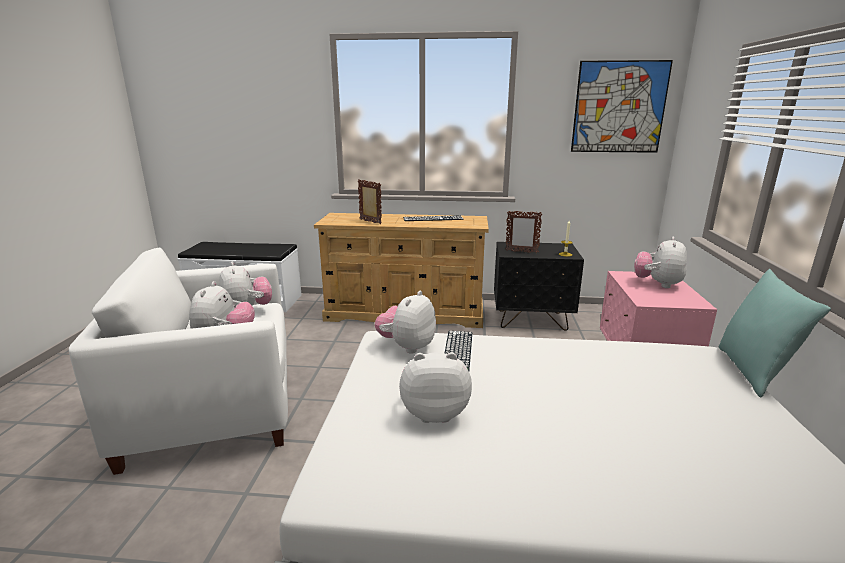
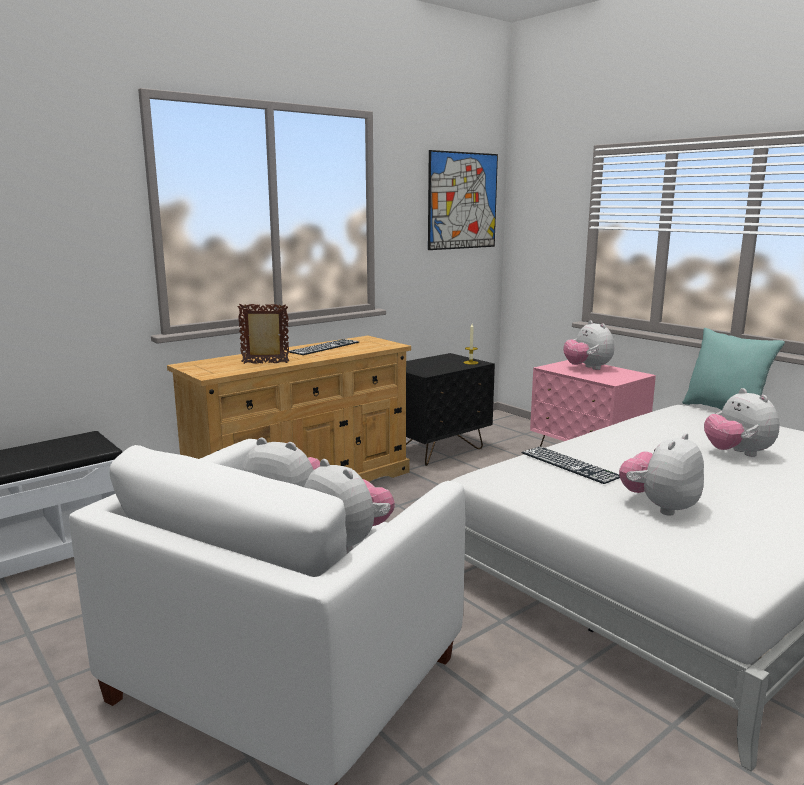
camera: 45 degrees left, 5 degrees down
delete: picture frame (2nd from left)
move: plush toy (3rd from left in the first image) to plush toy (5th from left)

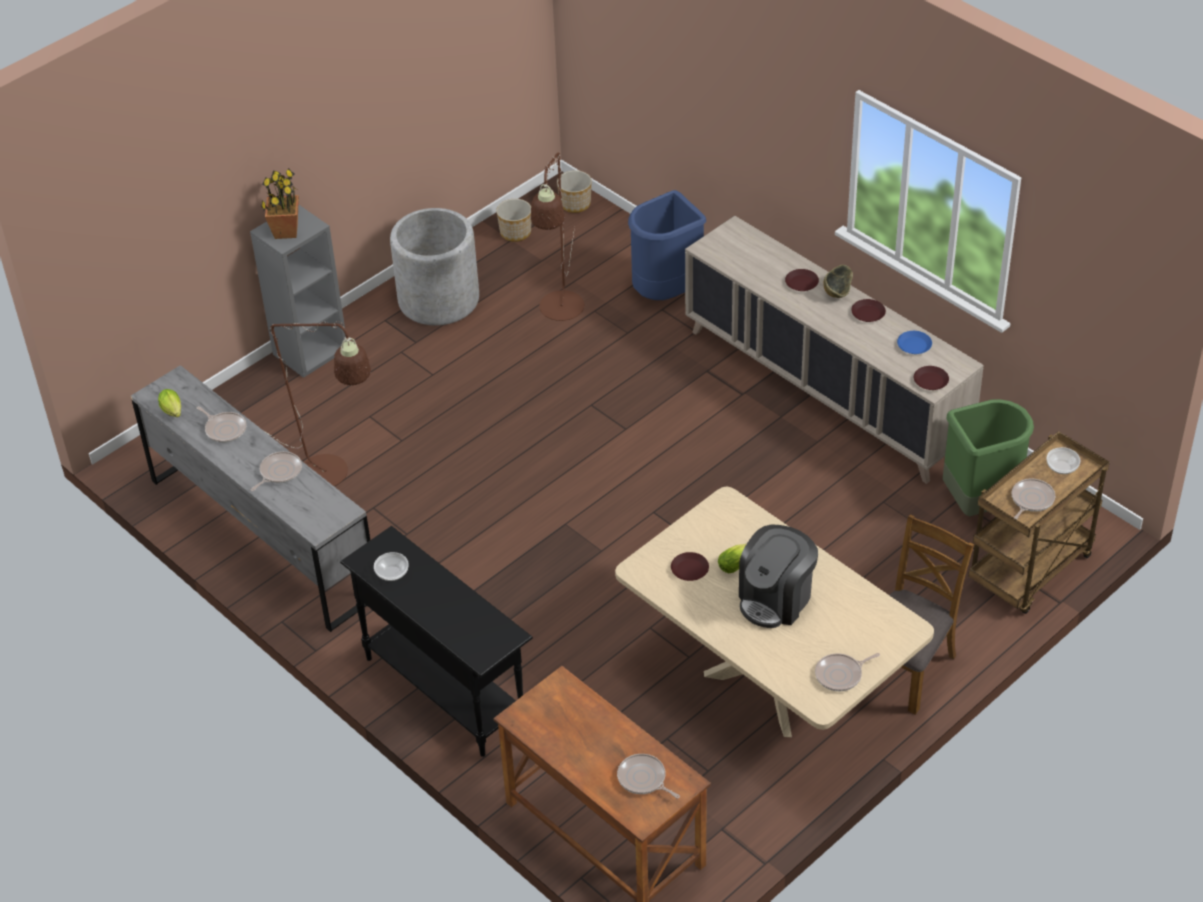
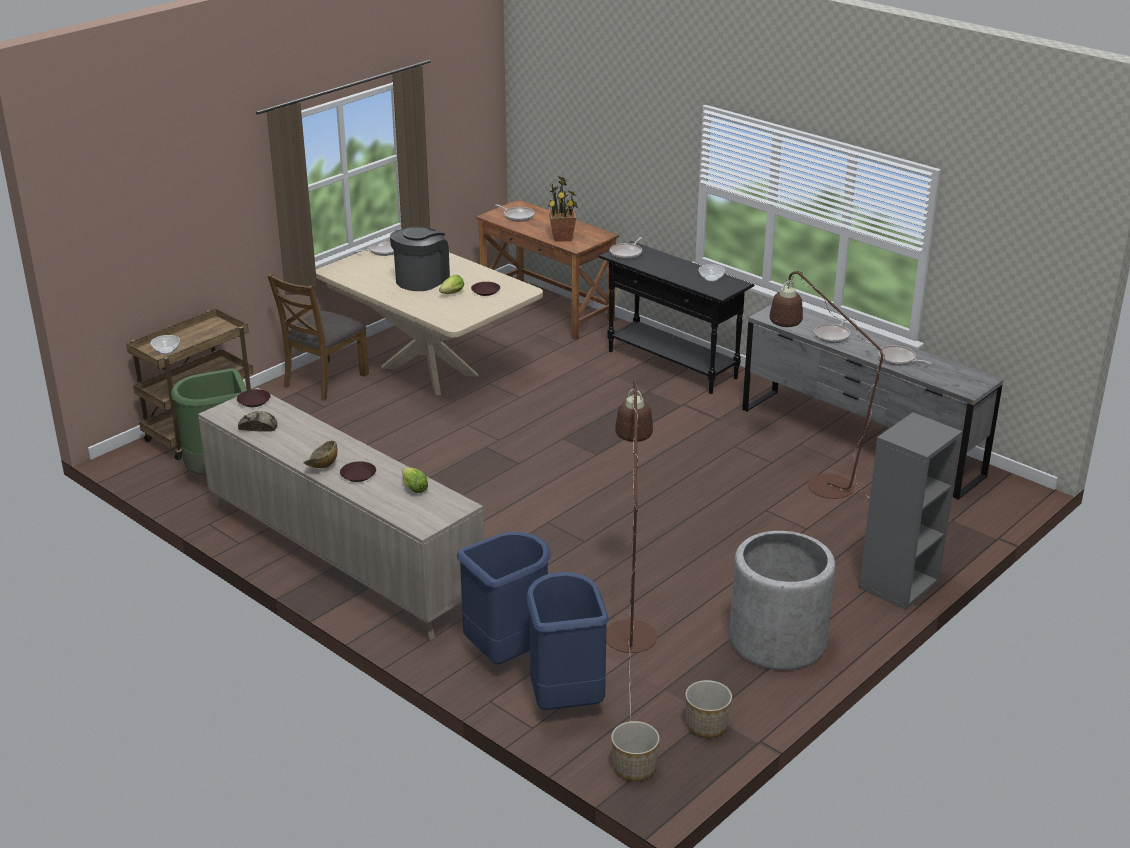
camera: 175 degrees right, 15 degrees down
delete: plate (brown) (3rd from left)
insert: trash can (blue) (2nd from left)
move: lettuce (1st from left); potted plant; frying pan (5th from left in the first image) to frying pan (3rd from left)
replace: plate (blue) to bread

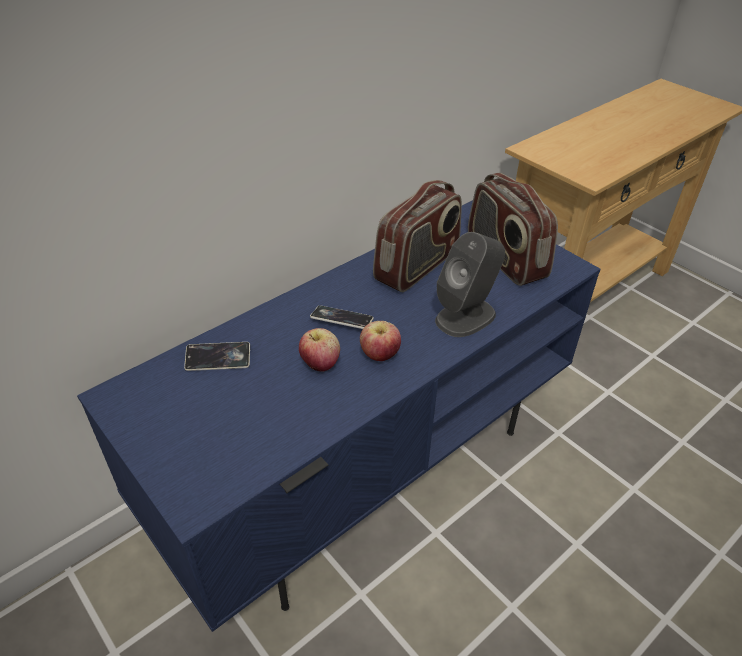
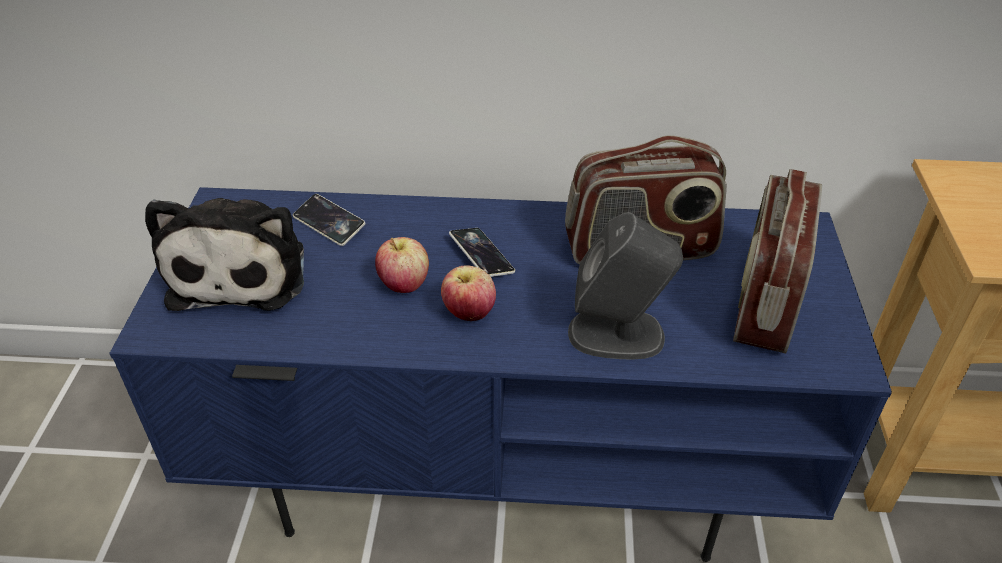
camera: 45 degrees right, 0 degrees up
insert: plush toy

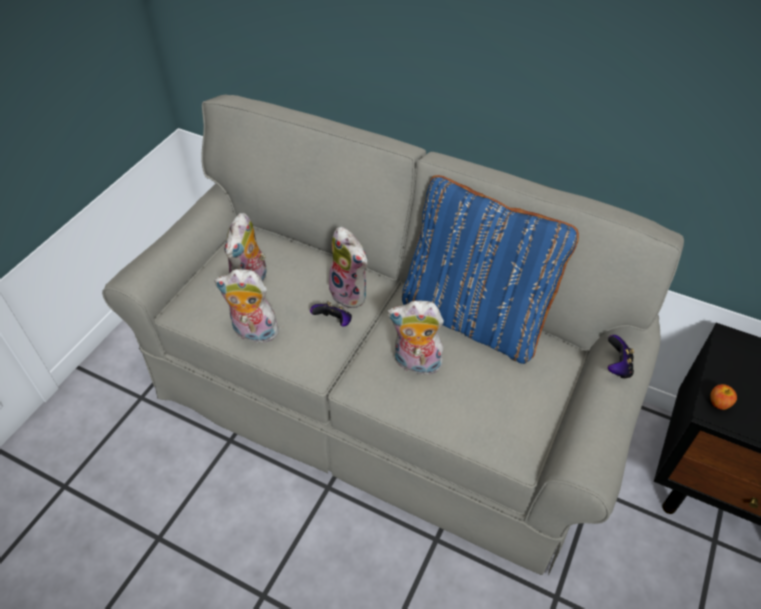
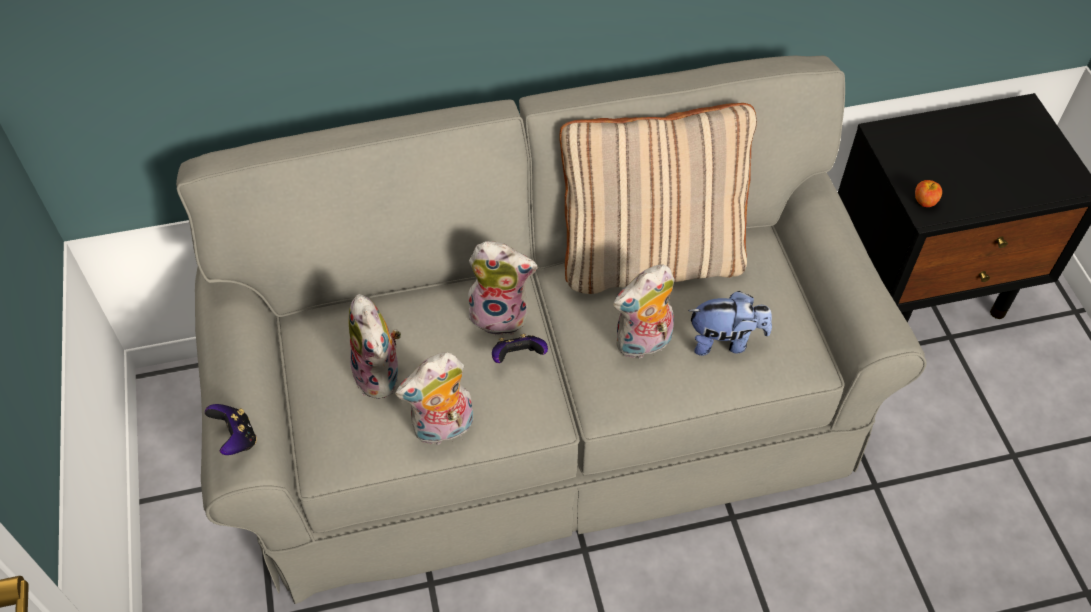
camera: 40 degrees left, 5 degrees up
insert: plush toy (5th from left)
move: game controller (2nd from left in the first image) to game controller (1st from left)
recolor: pillow (blue) to pillow (beige)

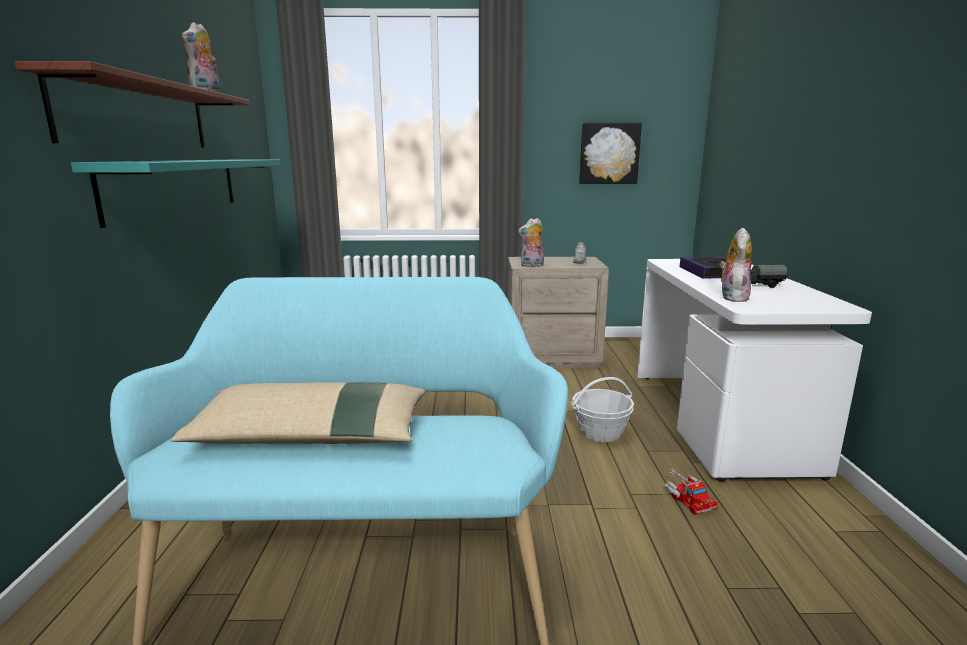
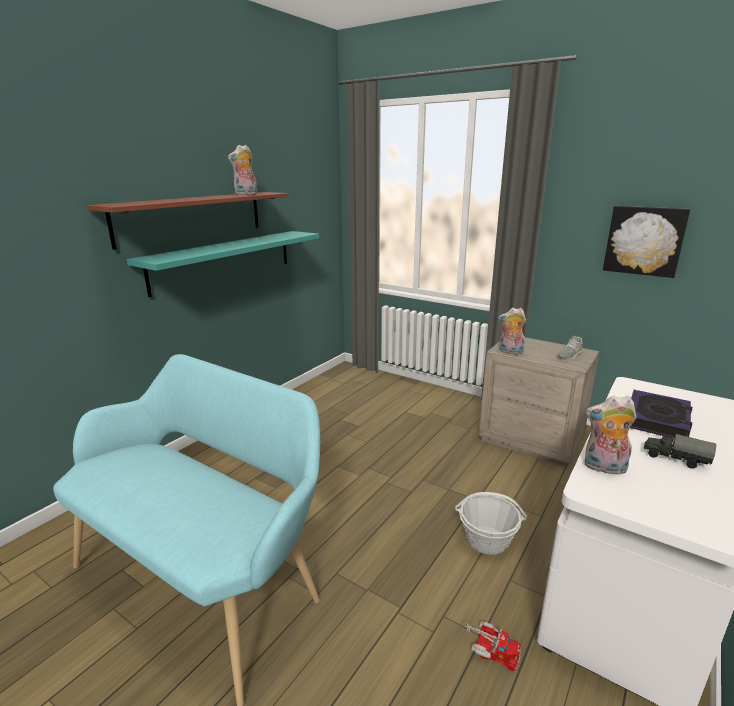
camera: 35 degrees right, 5 degrees up
delete: pillow (beige)
rotate: toy truck (1st from left) 75 degrees counterclockwise; plush toy (3rd from left) 135 degrees counterclockwise

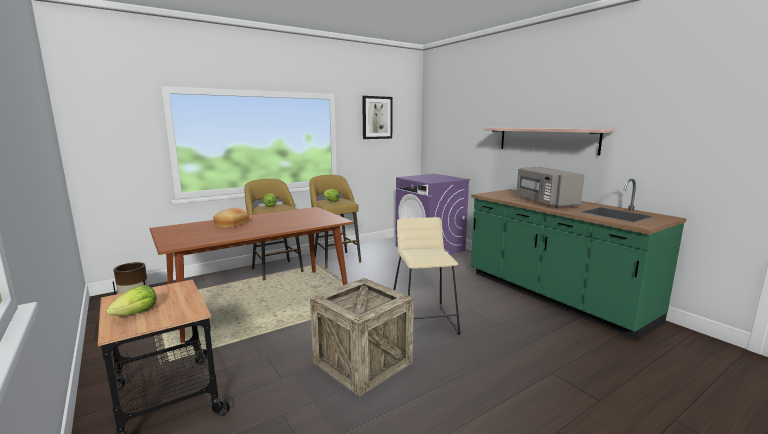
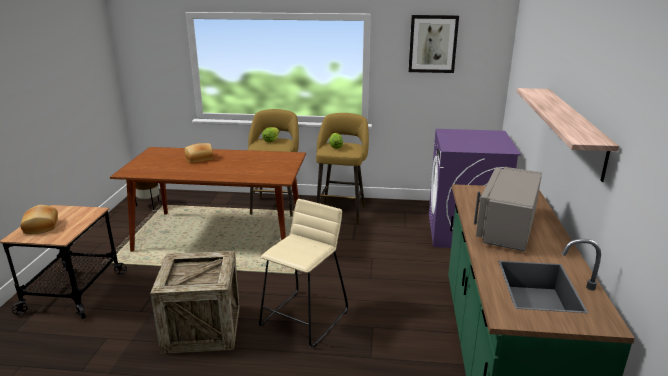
camera: 40 degrees right, 10 degrees up
replace: lettuce (1st from left) to bread (1st from left)

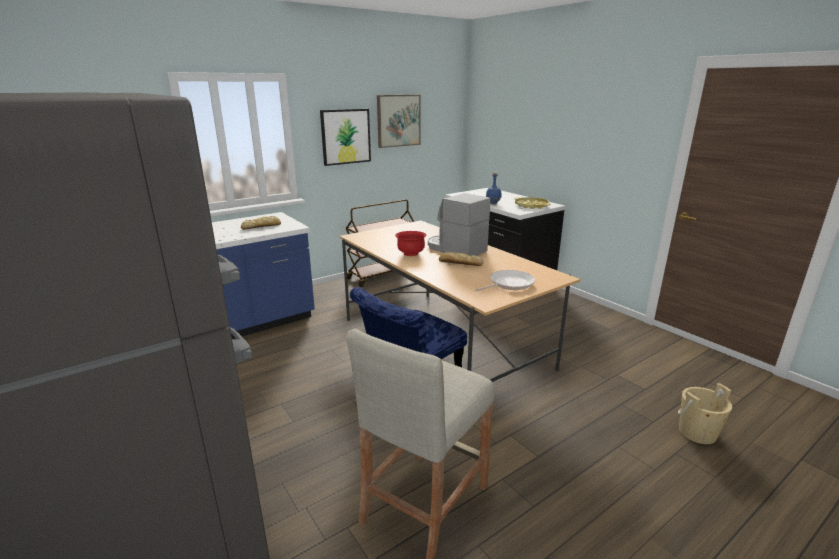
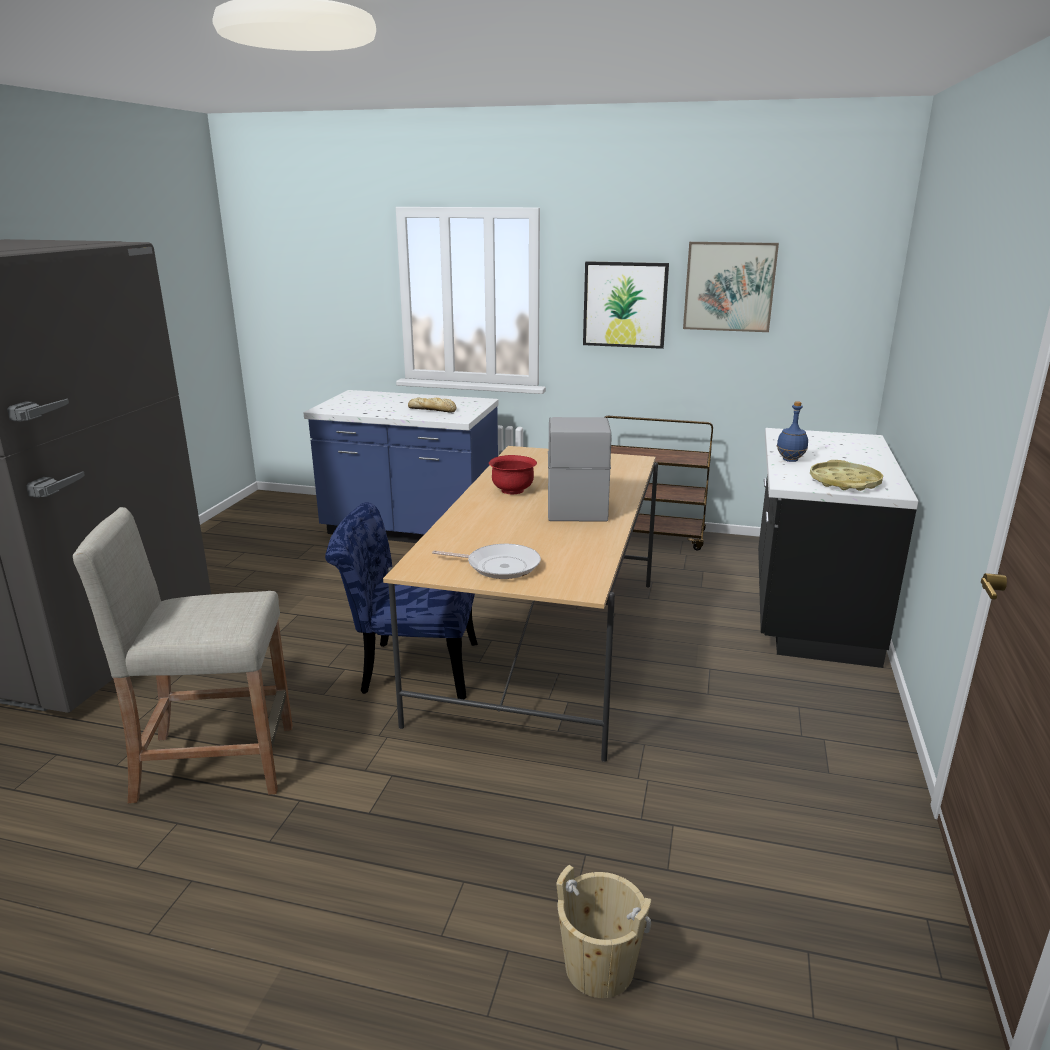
camera: 50 degrees right, 0 degrees up
delete: bread (2nd from left)

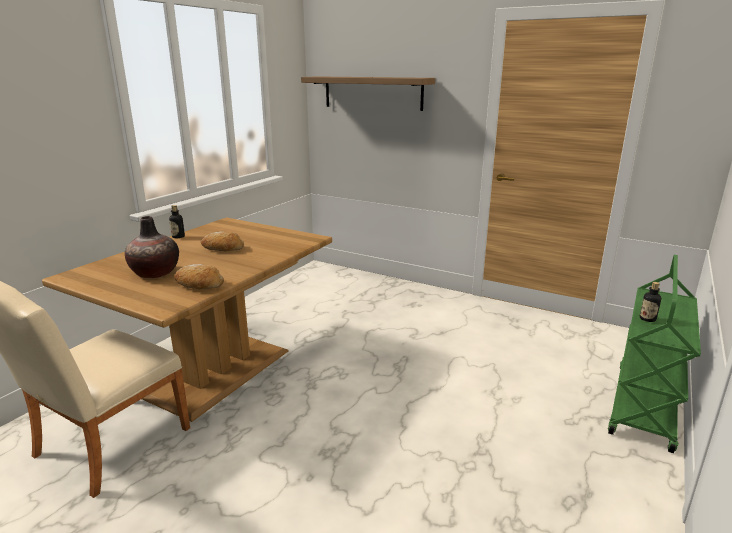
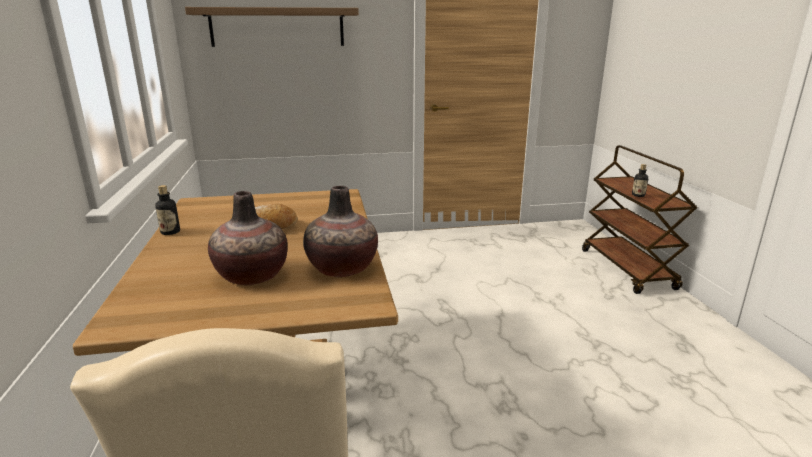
camera: 40 degrees left, 0 degrees up
replace: bread (1st from left) to vase (2nd from left)
recolor: cart (green) to cart (brown)

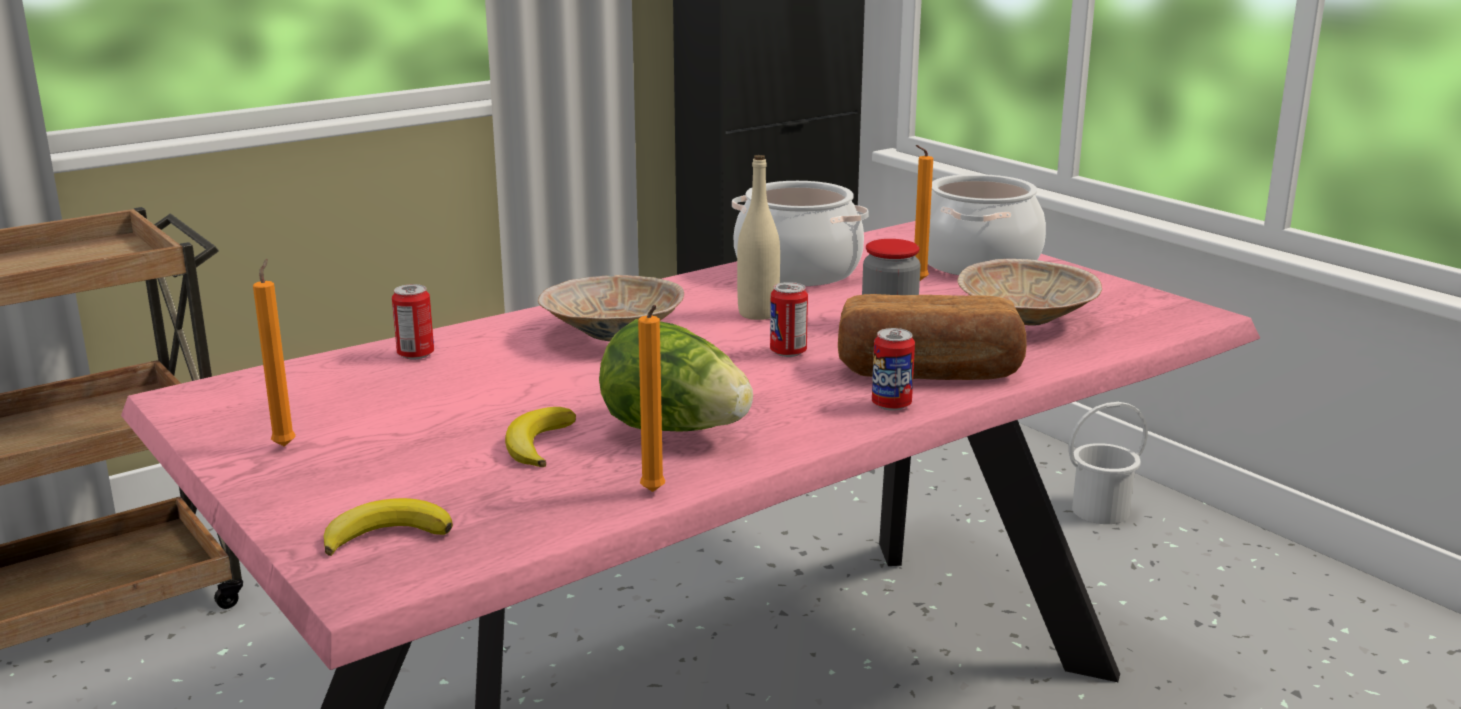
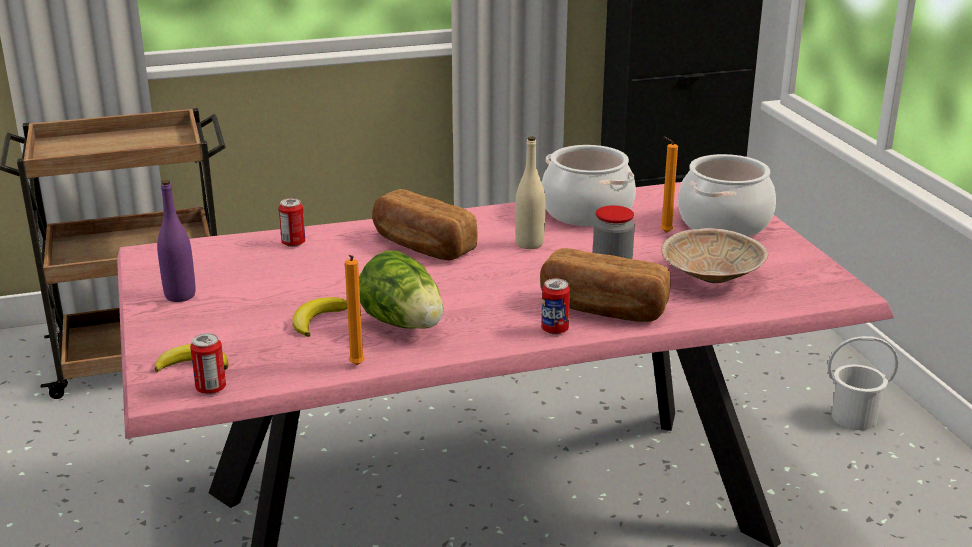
camera: 20 degrees right, 5 degrees up
move: can (2nd from left in the first image) to can (1st from left)
replace: candle (orange) (1st from left) to bottle (purple); bowl (beige) (1st from left) to bread (1st from left)

